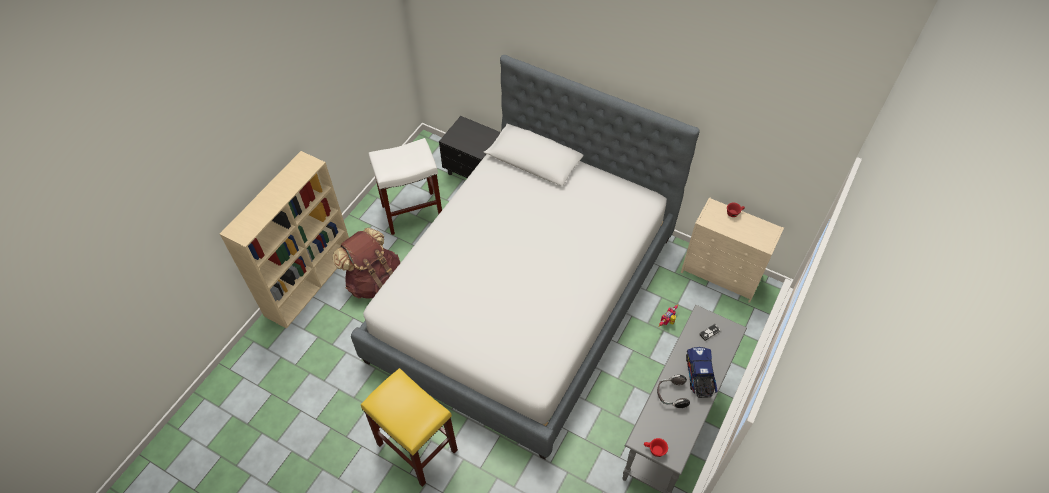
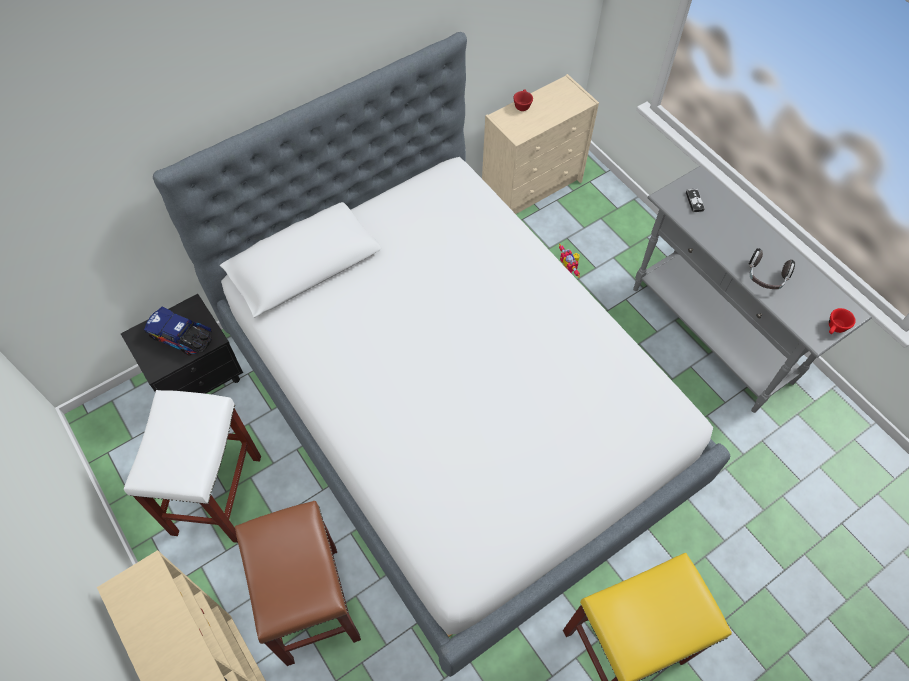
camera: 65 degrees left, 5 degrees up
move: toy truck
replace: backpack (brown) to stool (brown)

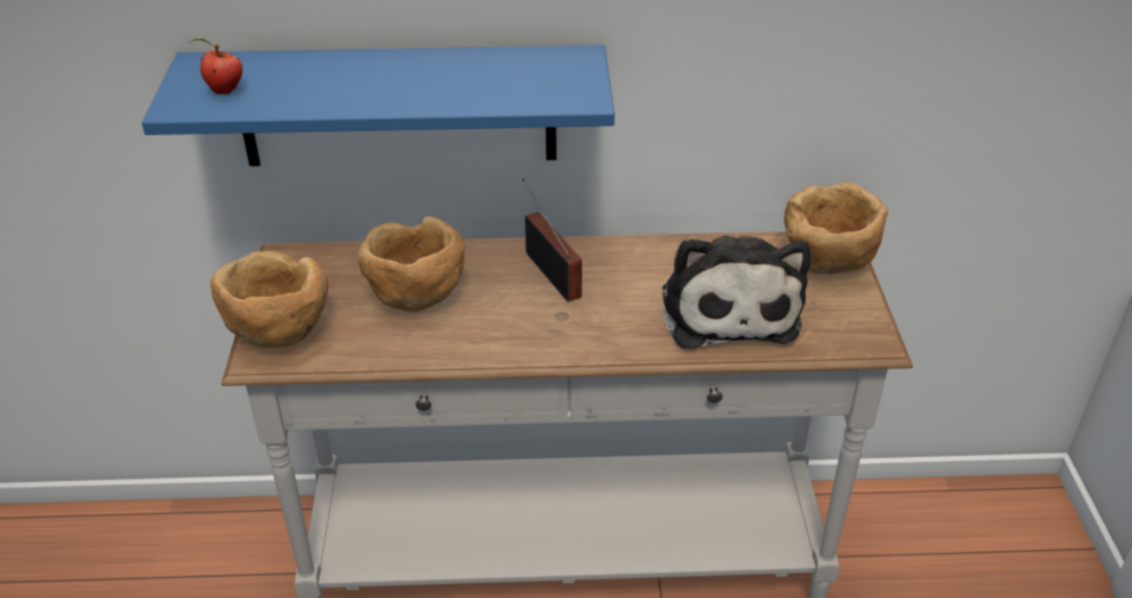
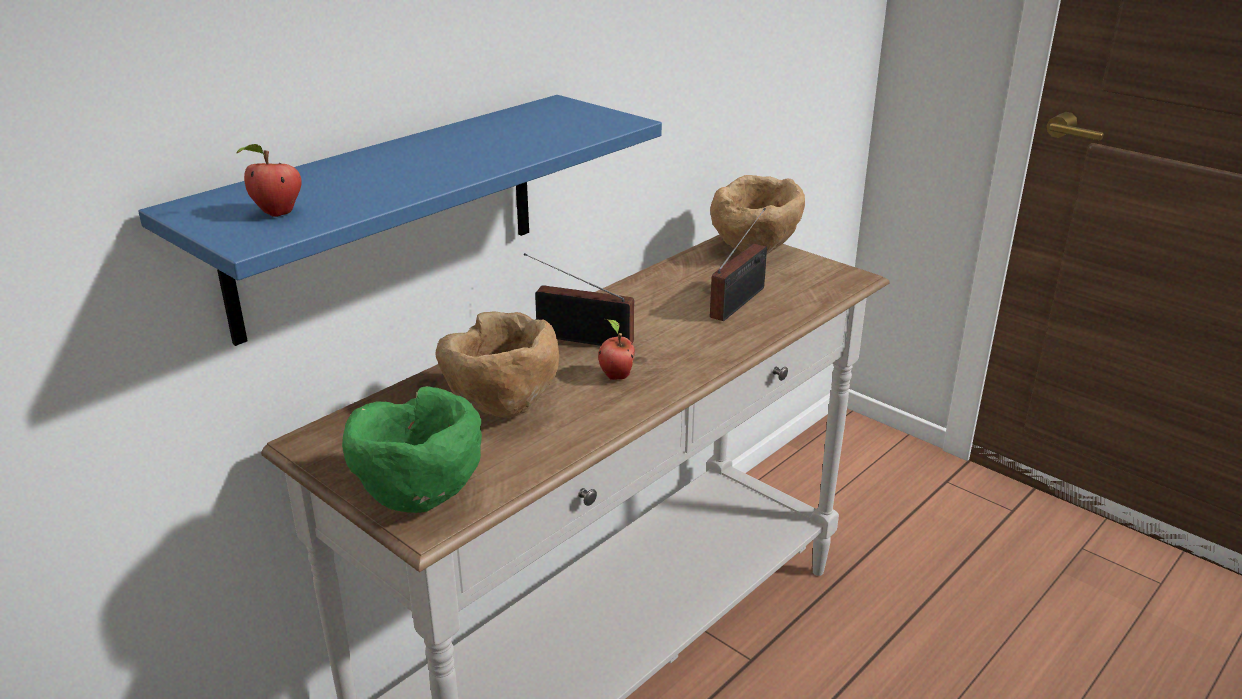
camera: 45 degrees left, 10 degrees down
insert: apple (2nd from left)
replace: plush toy to radio (2nd from left)
recolor: bowl (brown) (1st from left) to bowl (green)

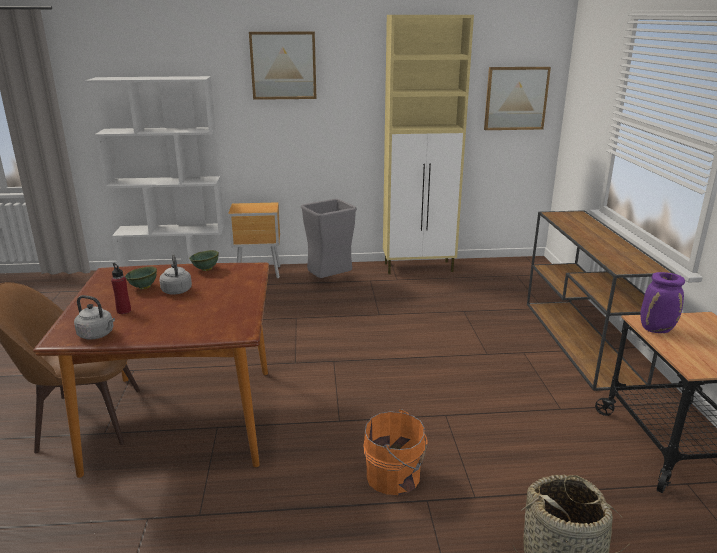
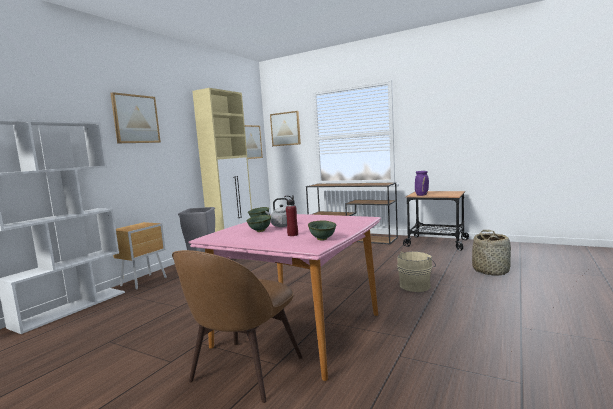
camera: 55 degrees left, 15 degrees down
insert: picture (3rd from left)
replace: kettle (grey) (1st from left) to bowl (green) (3rd from left)
recolor: dining table (brown) to dining table (pink); bucket (orange) to bucket (beige)

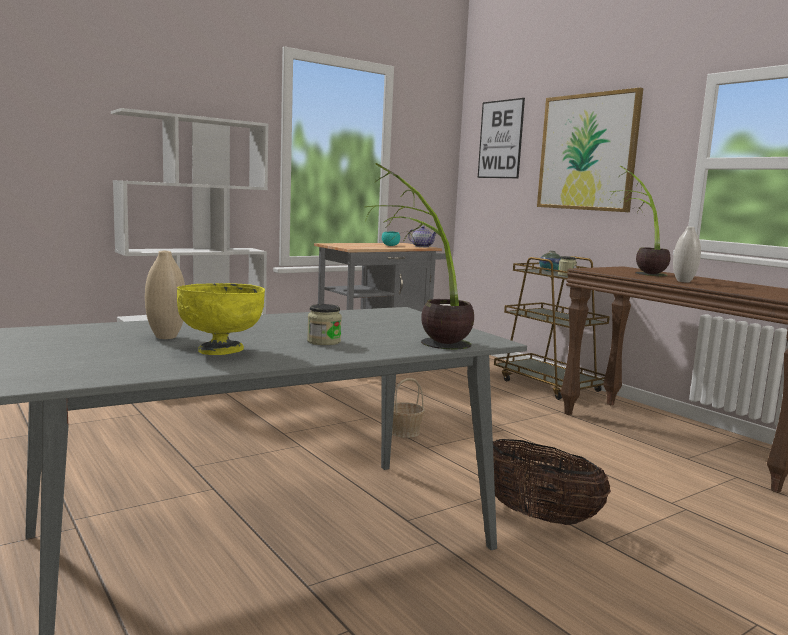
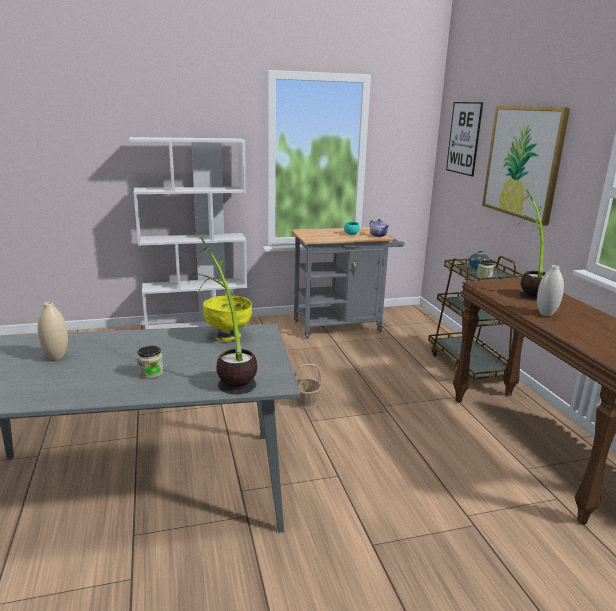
camera: 20 degrees right, 10 degrees up
delete: basket (2nd from left)
move: bowl (yellow)

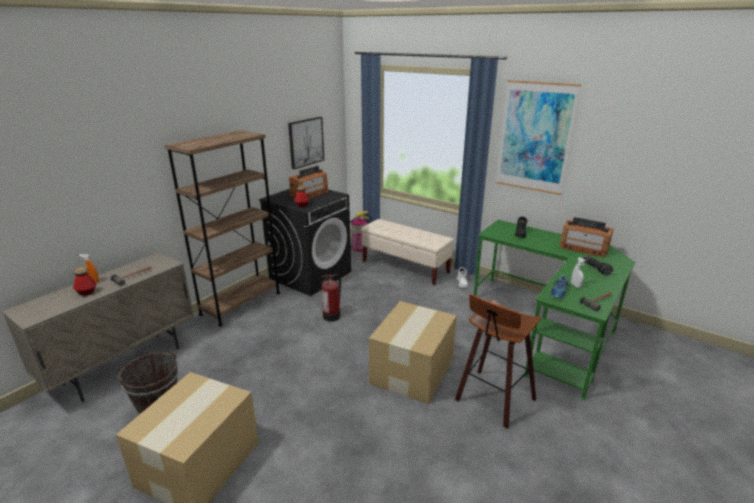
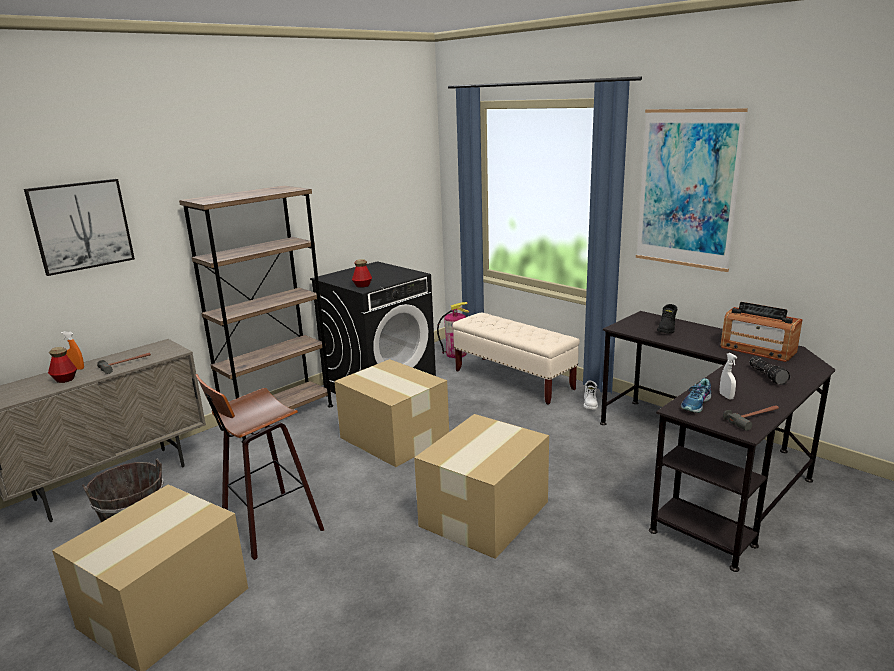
camera: 10 degrees right, 5 degrees down
delete: radio (1st from left)
move: picture (1st from left); stool
replace: fire extinguisher (1st from left) to cardboard box (2nd from left)
recolor: desk (green) to desk (black)

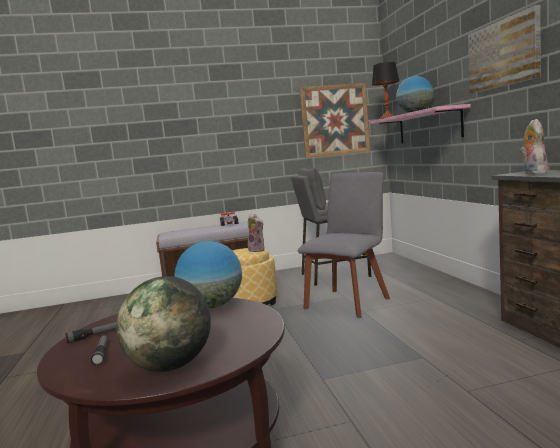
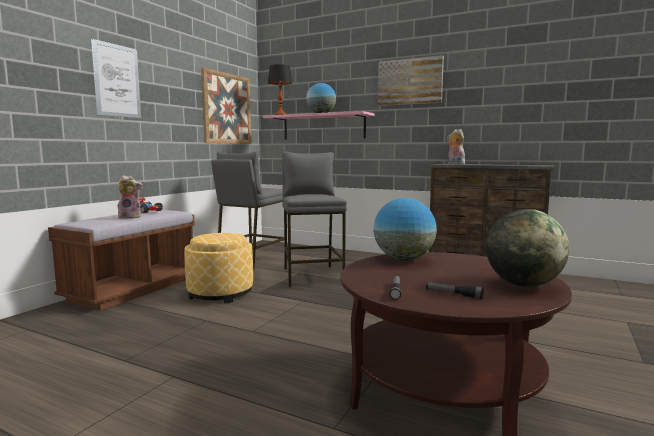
camera: 50 degrees left, 0 degrees up
insert: picture (1st from left)
move: plush toy (1st from left)
replace: chair (grey) to stool (grey) (2nd from left)

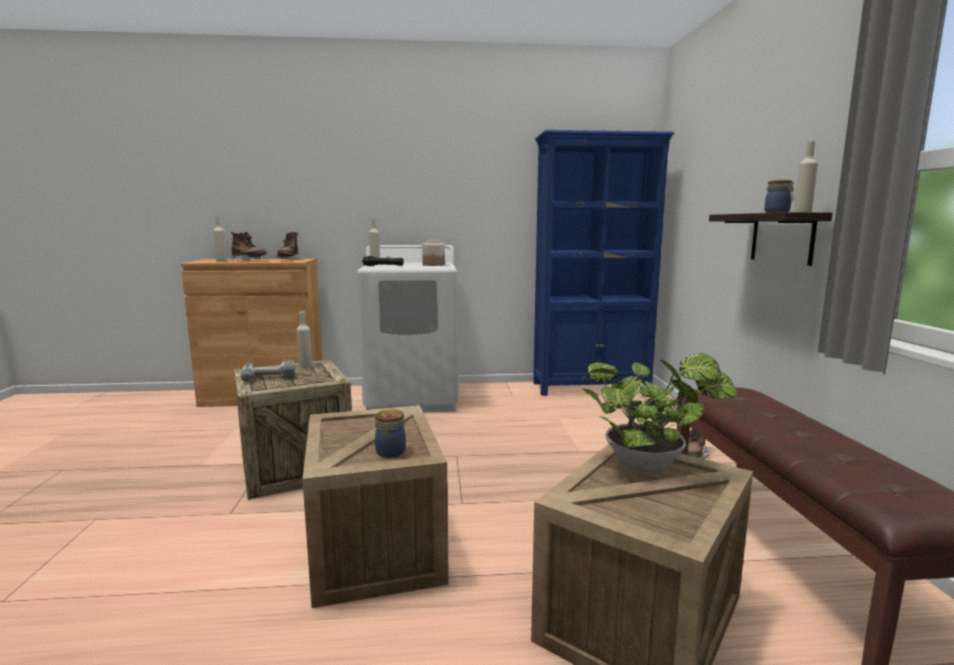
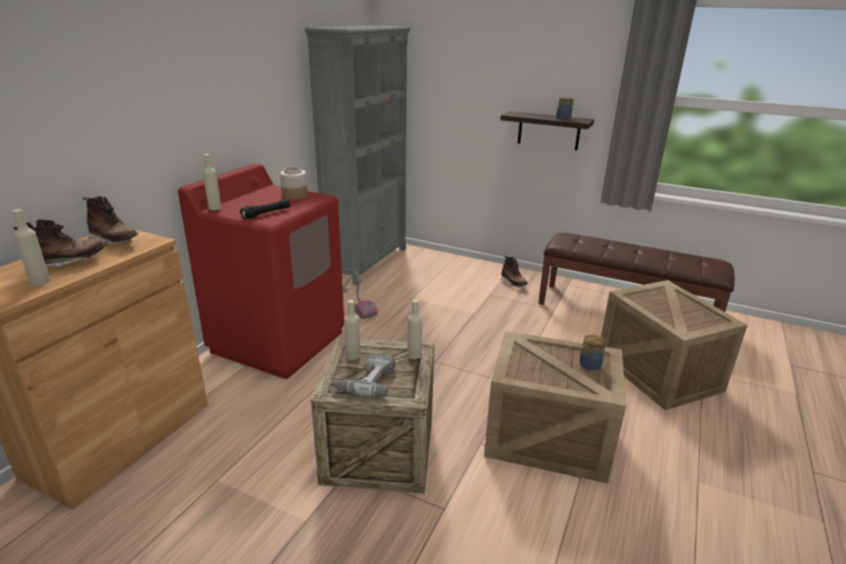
camera: 60 degrees left, 15 degrees up
delete: potted plant
insert: vacuum cleaner
move: bottle (beige) (4th from left)
recolor: washing machine (white) to washing machine (red); bookcase (blue) to bookcase (grey)

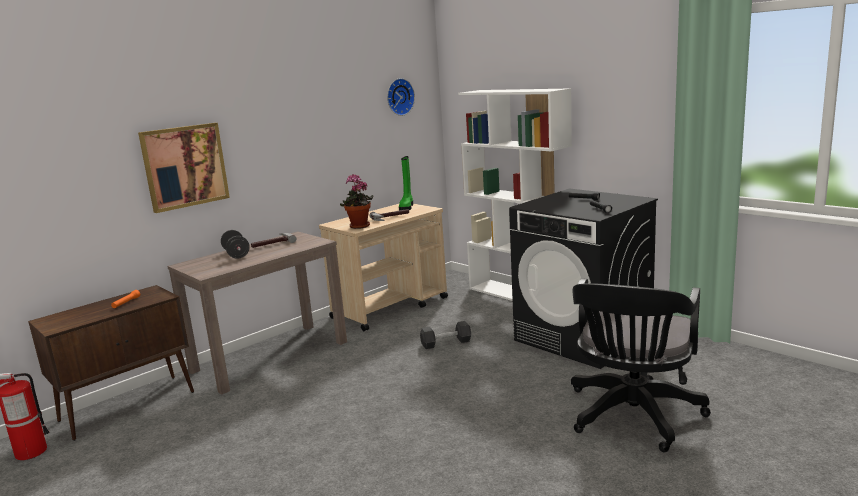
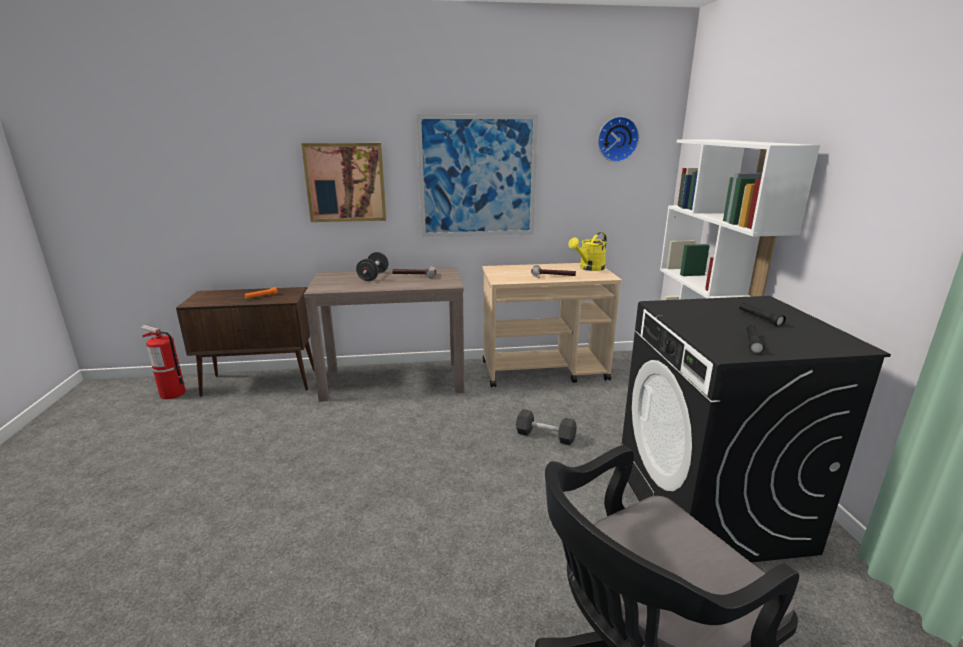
camera: 35 degrees right, 5 degrees up
delete: potted plant
insert: picture (2nd from left)
replace: boot (green) to watering can (yellow)

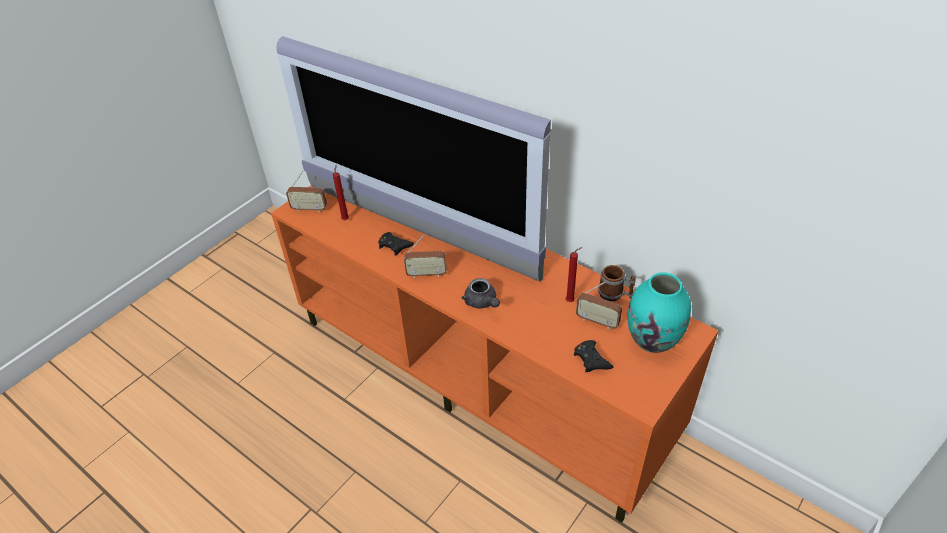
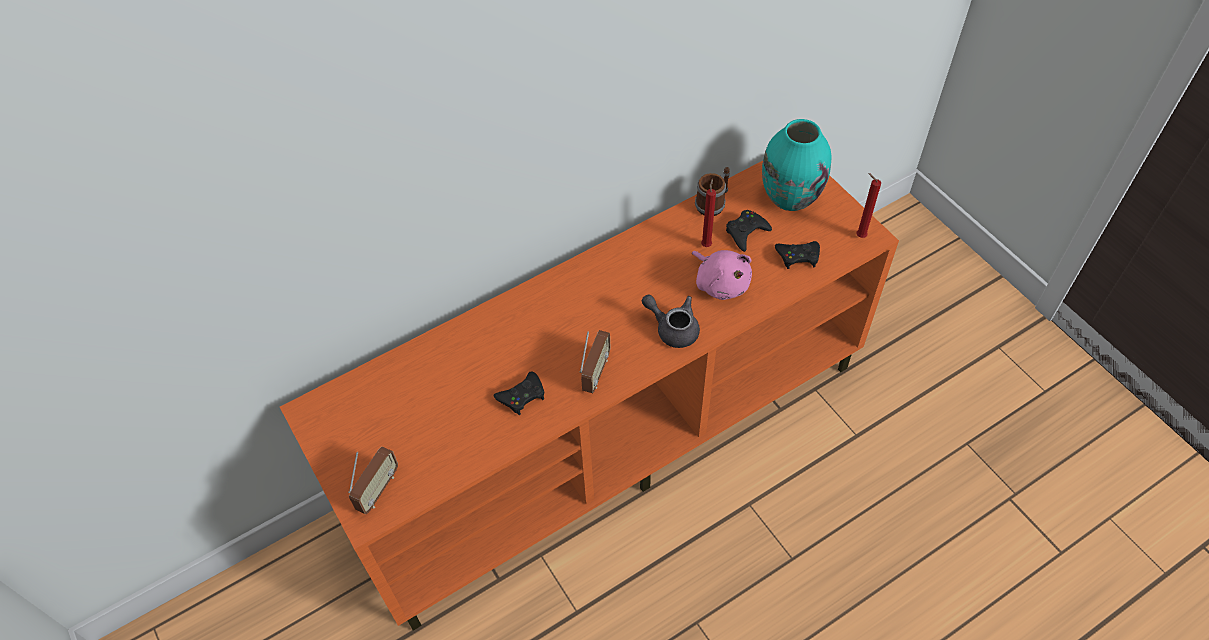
camera: 70 degrees left, 10 degrees up
delete: television
insert: plush toy (pink)
move: candle (red) (1st from left in the first image) to candle (red) (2nd from left)
replace: radio (3rd from left) to game controller (black) (2nd from left)
rotate: teapot (grey) 135 degrees counterclockwise

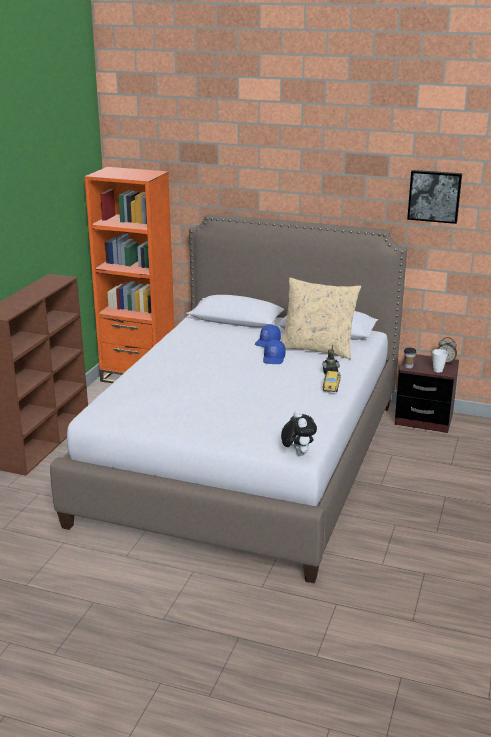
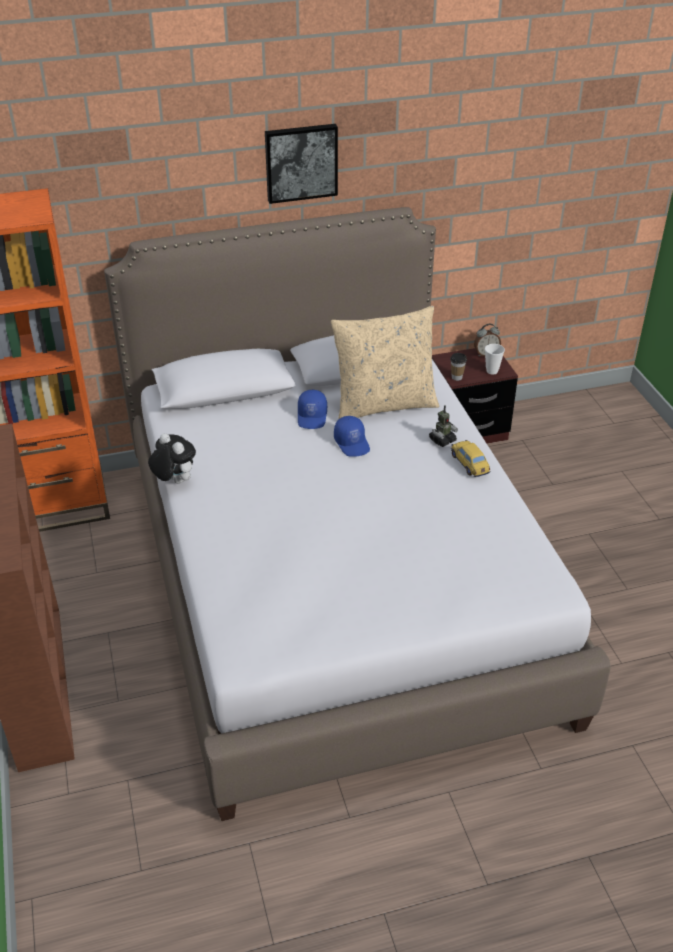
camera: 35 degrees left, 15 degrees up
move: plush toy; picture

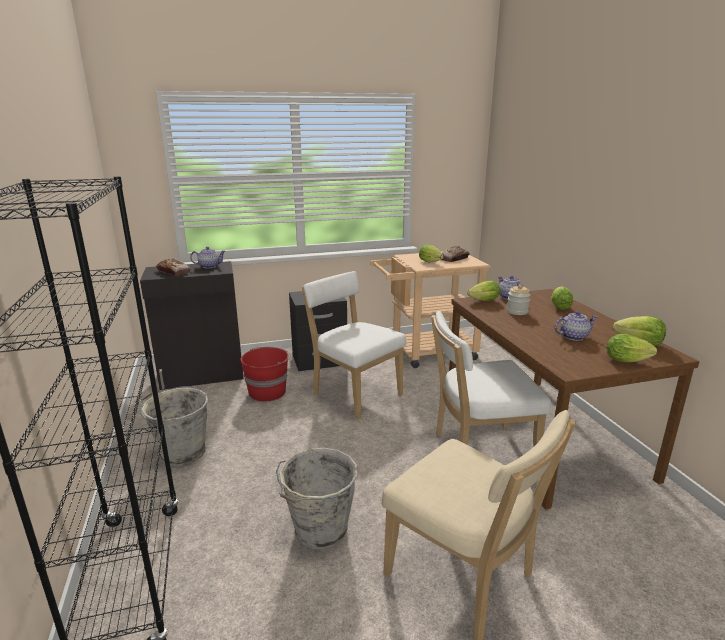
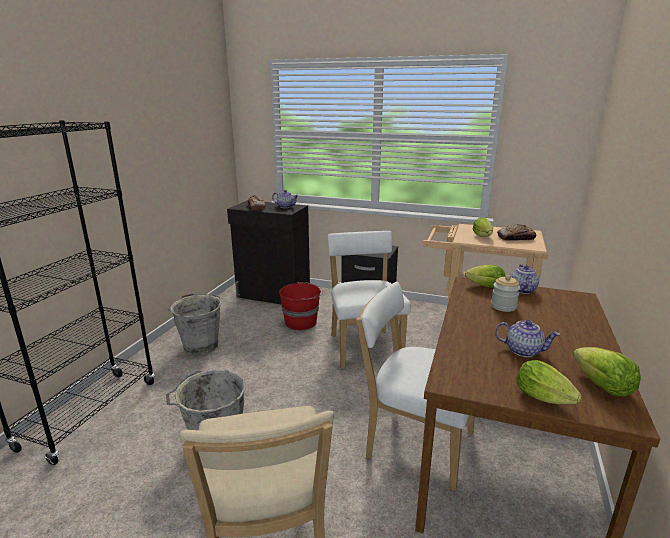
camera: 35 degrees right, 0 degrees up
delete: lettuce (3rd from left)

